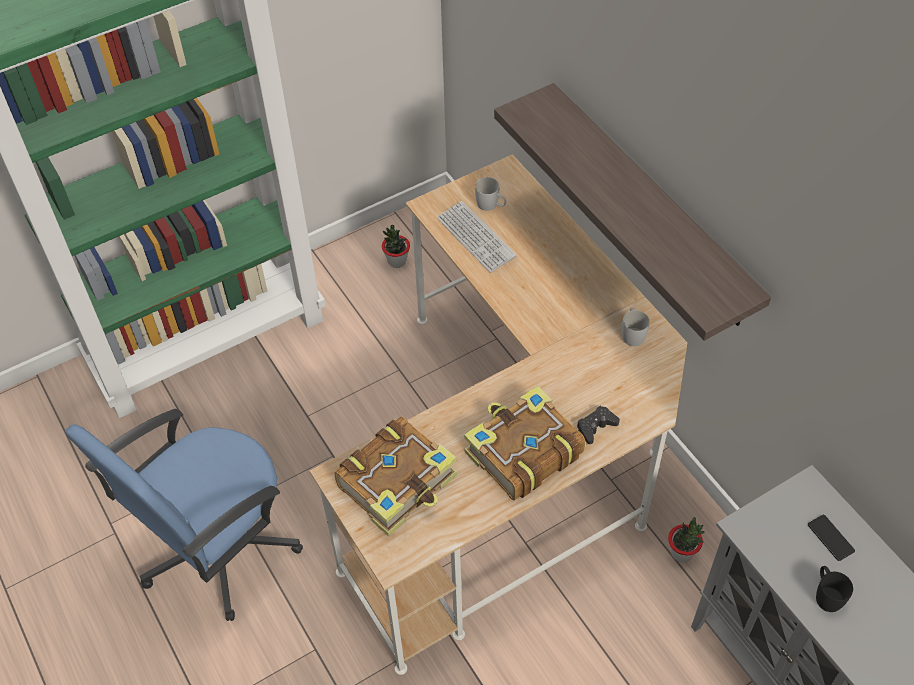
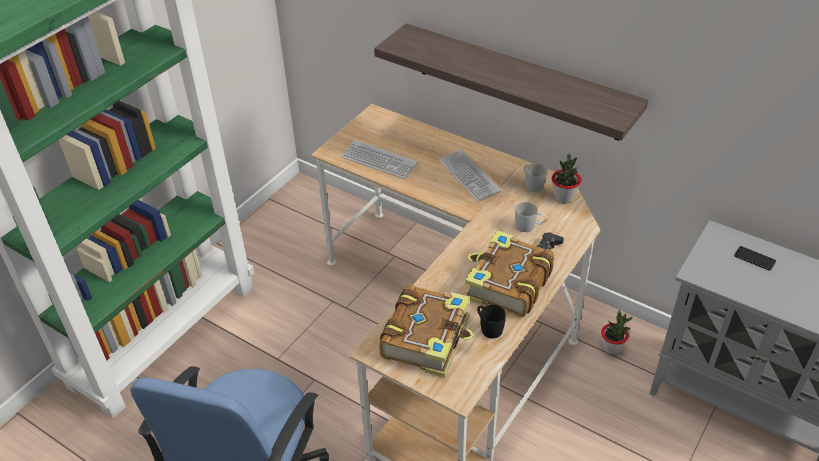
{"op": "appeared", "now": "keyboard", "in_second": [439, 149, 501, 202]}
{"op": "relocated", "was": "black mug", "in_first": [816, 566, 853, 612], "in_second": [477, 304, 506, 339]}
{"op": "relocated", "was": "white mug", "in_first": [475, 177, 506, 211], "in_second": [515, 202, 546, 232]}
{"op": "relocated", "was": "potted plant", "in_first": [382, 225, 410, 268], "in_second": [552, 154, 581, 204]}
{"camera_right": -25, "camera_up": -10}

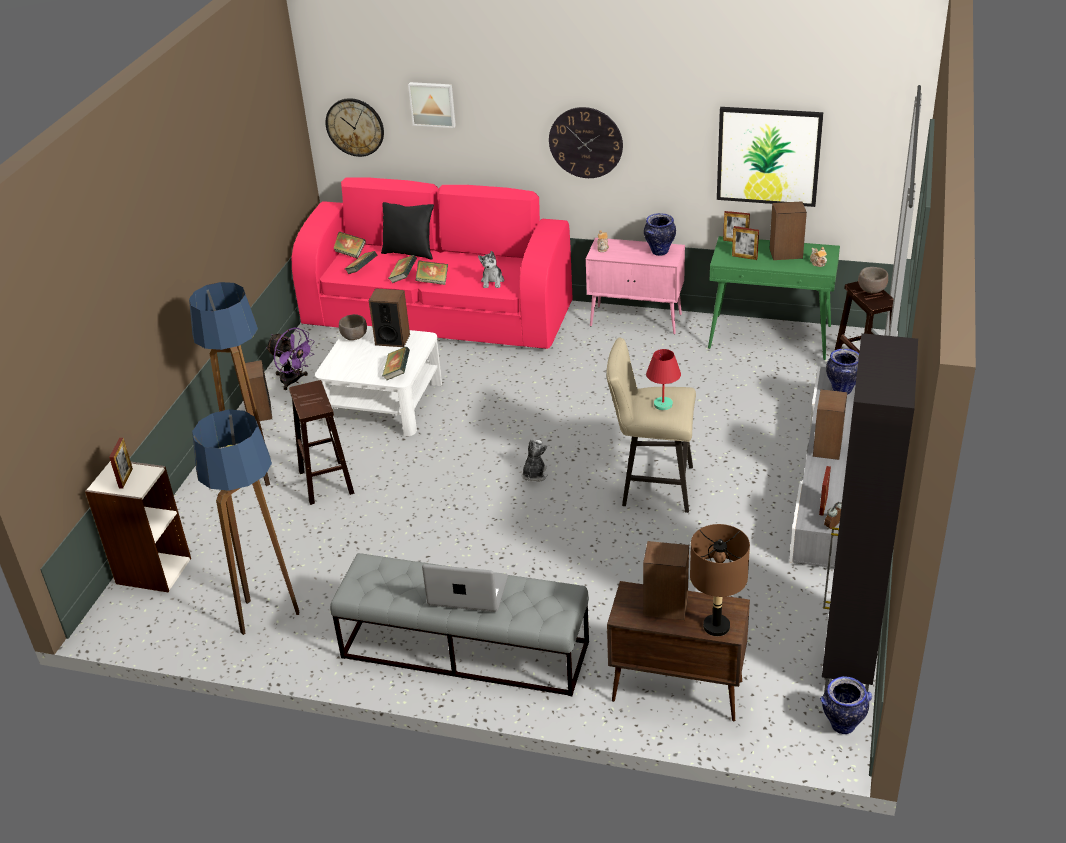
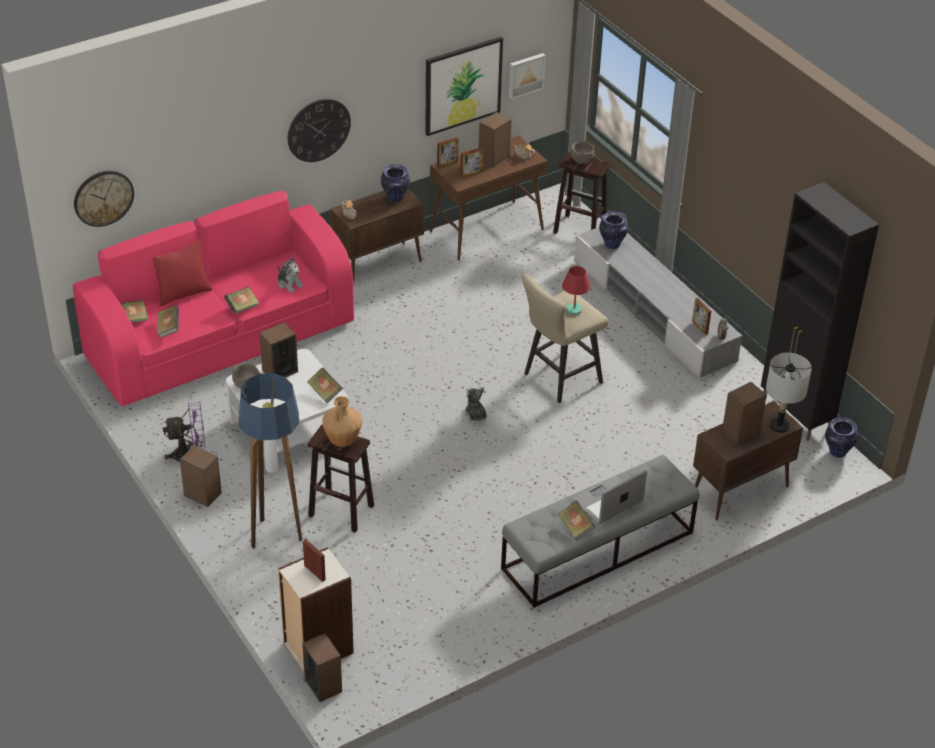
{"op": "colour", "was": "black pillow", "now": "red pillow", "in_first": [381, 202, 434, 260], "in_second": [153, 239, 213, 306]}
{"op": "relocated", "was": "speaker", "in_first": [813, 389, 847, 460], "in_second": [302, 633, 342, 702]}
{"op": "appeared", "now": "brown vase", "in_second": [322, 396, 362, 447]}
{"op": "colour", "was": "pink cabinet", "now": "brown cabinet", "in_first": [586, 238, 685, 335], "in_second": [331, 188, 424, 286]}
{"op": "colour", "was": "green console table", "now": "brown console table", "in_first": [708, 236, 840, 360], "in_second": [430, 135, 547, 261]}
{"op": "relocated", "was": "picture", "in_first": [408, 82, 456, 128], "in_second": [509, 53, 546, 99]}
{"op": "relocated", "was": "book", "in_first": [388, 255, 417, 283], "in_second": [558, 501, 595, 541]}
{"op": "colour", "was": "brown table lamp", "now": "grey table lamp", "in_first": [690, 524, 750, 636], "in_second": [766, 353, 812, 433]}
{"op": "missing", "was": "floor lamp", "in_first": [192, 409, 299, 635]}
{"camera_right": -50, "camera_up": 5}

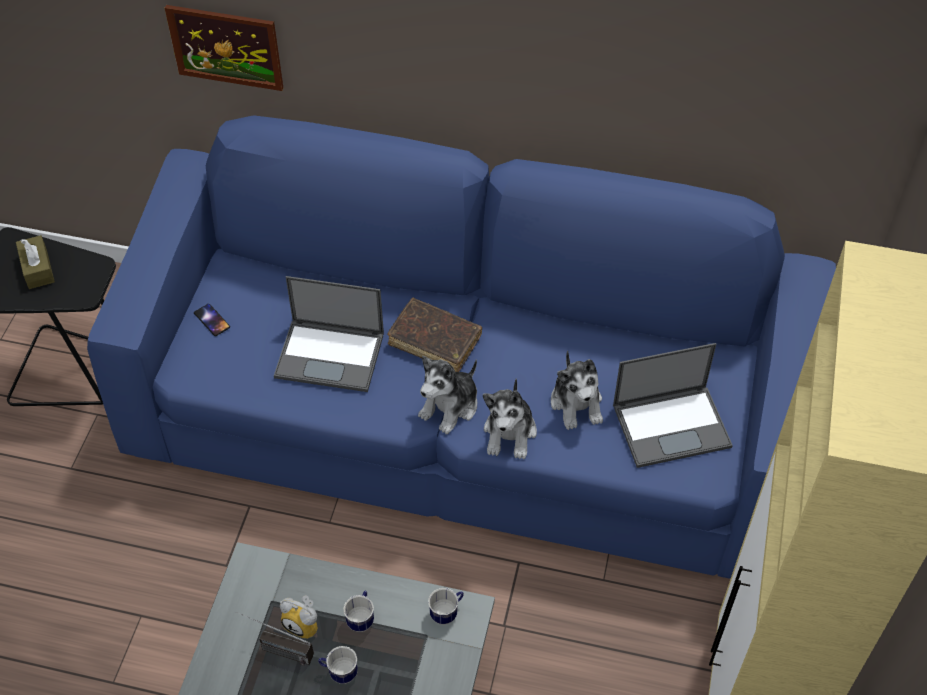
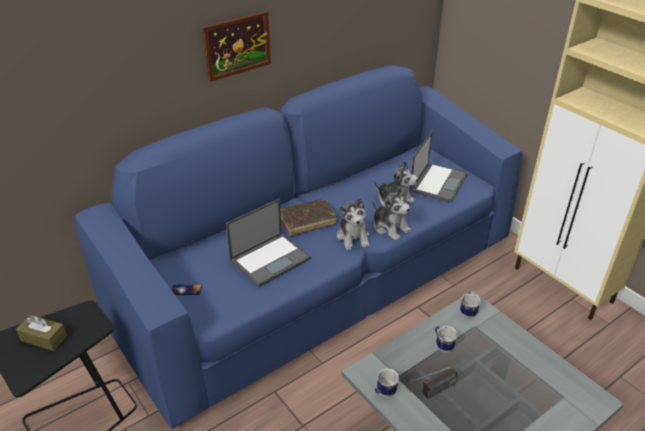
{"op": "relocated", "was": "picture", "in_first": [165, 5, 283, 91], "in_second": [202, 11, 271, 82]}
{"op": "relocated", "was": "mug", "in_first": [318, 646, 358, 684], "in_second": [375, 368, 399, 397]}
{"op": "missing", "was": "alarm clock", "in_first": [280, 595, 318, 639]}
{"camera_right": -50, "camera_up": -15}

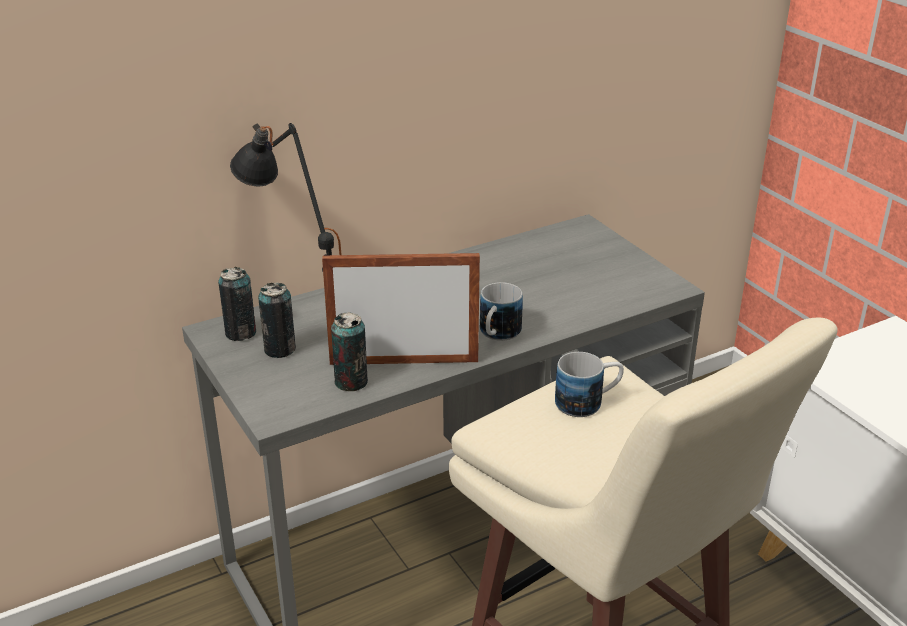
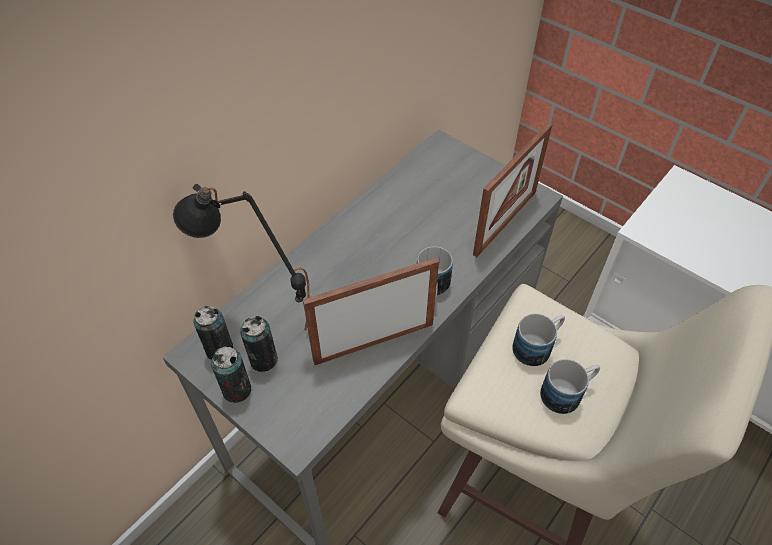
{"op": "relocated", "was": "can", "in_first": [331, 312, 368, 391], "in_second": [211, 346, 251, 403]}
{"op": "appeared", "now": "picture frame", "in_second": [473, 123, 552, 257]}
{"op": "appeared", "now": "mug", "in_second": [540, 359, 600, 414]}
{"camera_right": -20, "camera_up": 20}

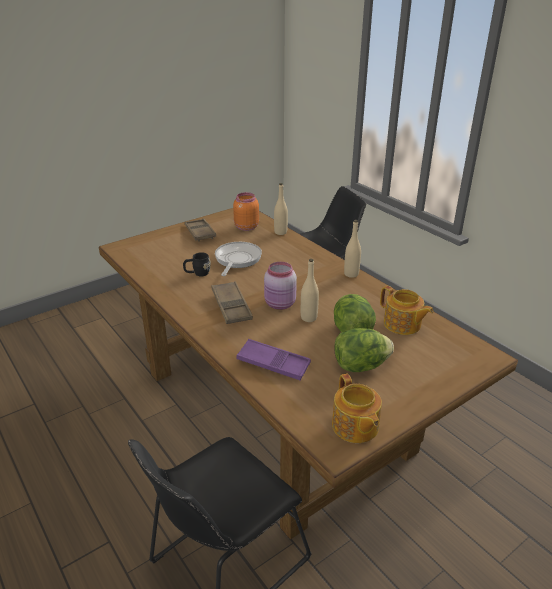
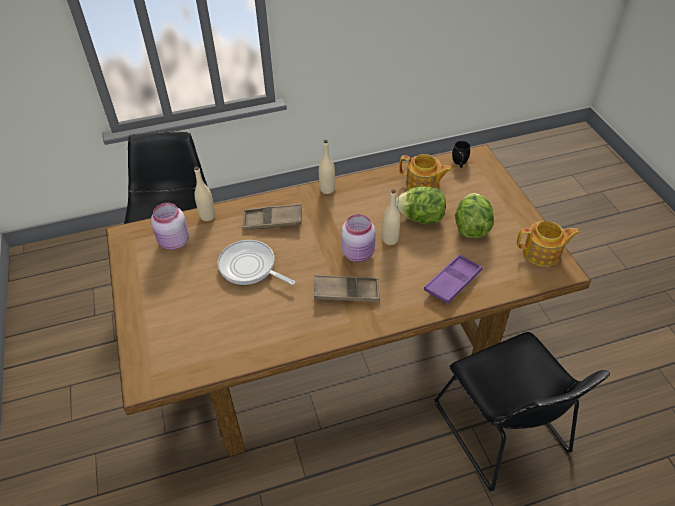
{"op": "colour", "was": "orange jar", "now": "pink jar", "in_first": [233, 192, 259, 231], "in_second": [151, 203, 189, 250]}
{"op": "relocated", "was": "brown tray", "in_first": [185, 218, 216, 241], "in_second": [242, 204, 301, 230]}
{"op": "spun", "was": "teapot", "in_first": [380, 286, 433, 335], "in_second": [399, 154, 452, 190], "clockwise": 45}
{"op": "relocated", "was": "black mug", "in_first": [183, 252, 211, 276], "in_second": [452, 141, 470, 168]}
{"camera_right": -70, "camera_up": 15}

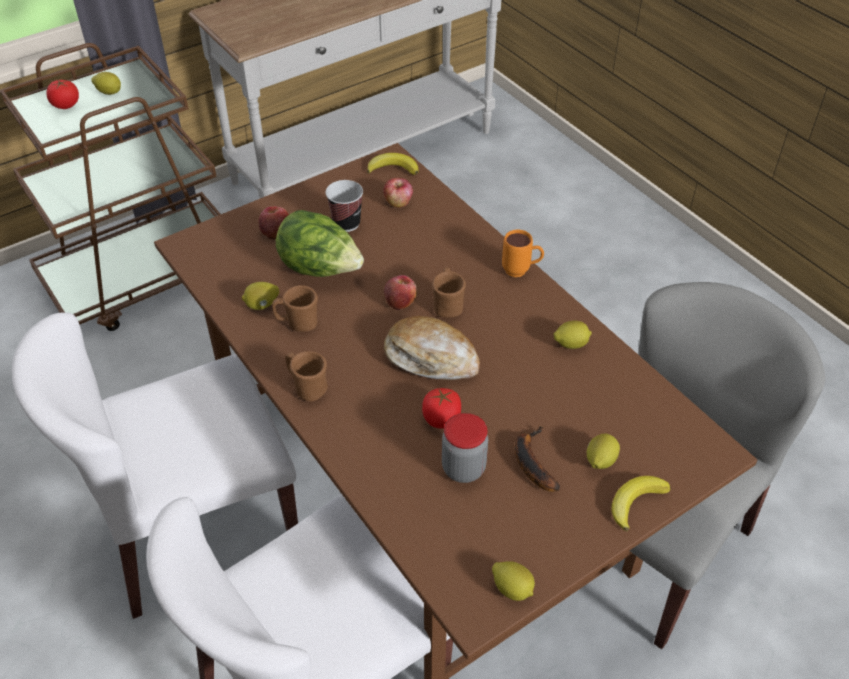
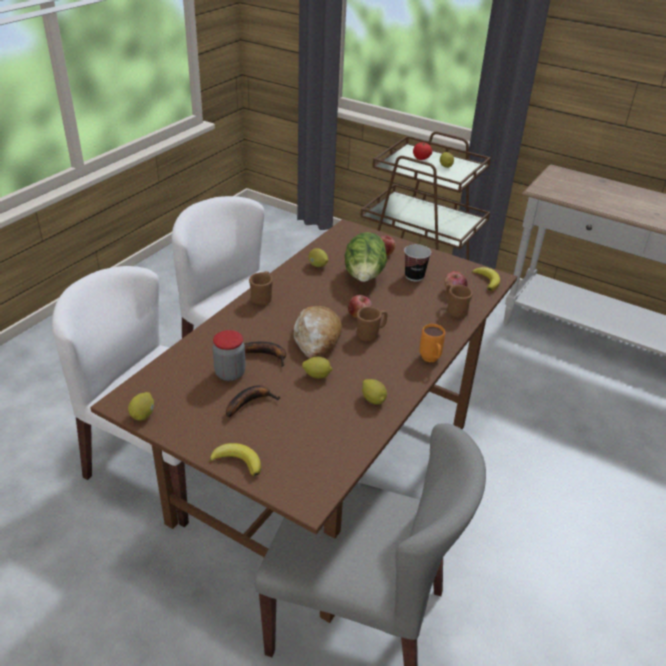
{"op": "exchanged", "was": "tomato", "now": "banana", "in_first": [422, 388, 461, 429], "in_second": [244, 342, 286, 367]}
{"op": "relocated", "was": "lemon", "in_first": [587, 434, 620, 469], "in_second": [302, 357, 332, 379]}
{"op": "relocated", "was": "brown mug", "in_first": [272, 285, 318, 332], "in_second": [446, 284, 473, 318]}
{"camera_right": 65, "camera_up": -10}

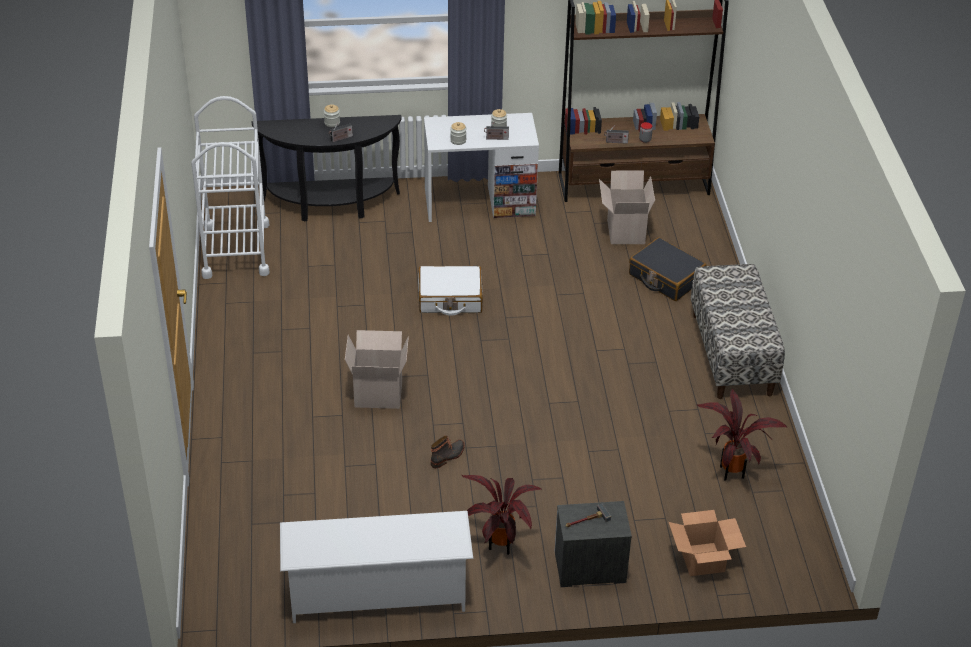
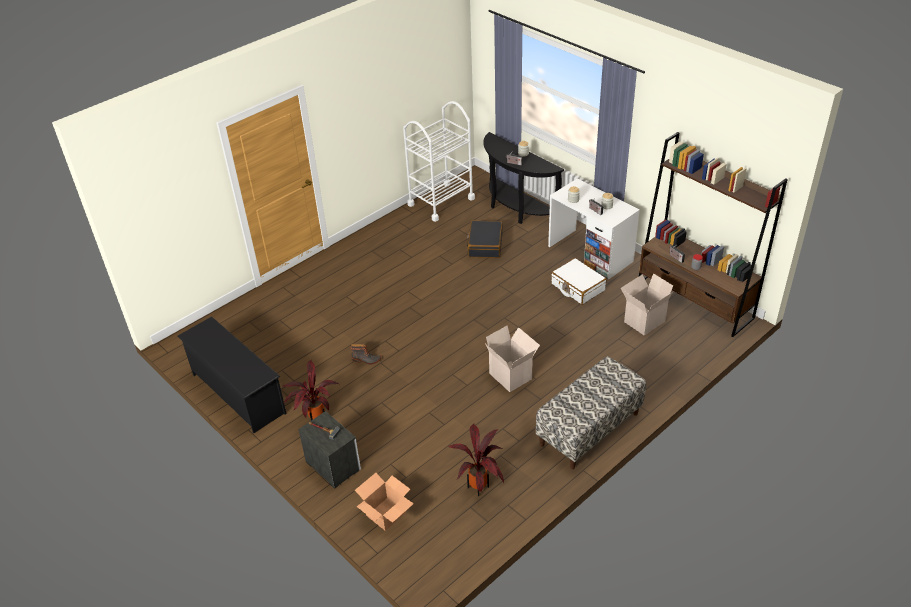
{"op": "colour", "was": "white shoe rack", "now": "black shoe rack", "in_first": [280, 511, 473, 623], "in_second": [178, 317, 287, 433]}
{"op": "relocated", "was": "black suitcase", "in_first": [629, 237, 706, 301], "in_second": [467, 221, 503, 258]}
{"op": "relocated", "was": "cardboard box", "in_first": [345, 330, 409, 409], "in_second": [486, 325, 540, 392]}
{"op": "relocated", "was": "white suitcase", "in_first": [418, 266, 483, 316], "in_second": [551, 258, 607, 305]}
{"camera_right": 55, "camera_up": 0}

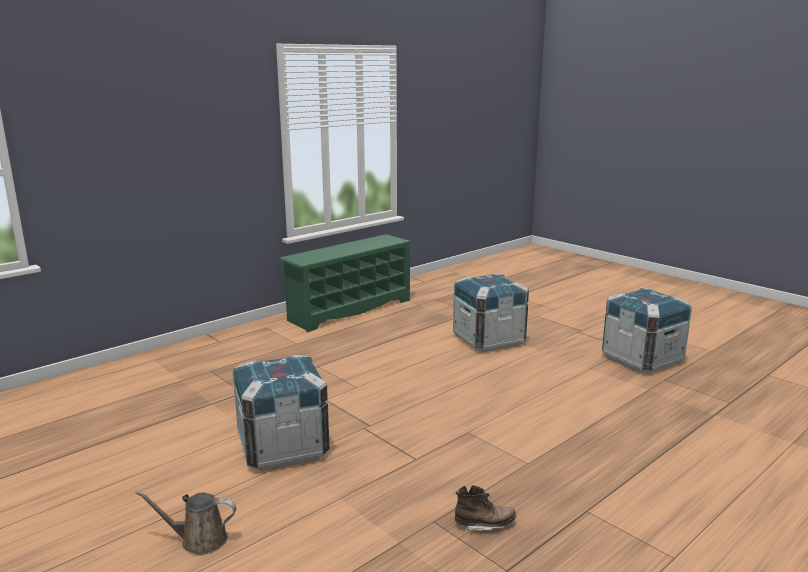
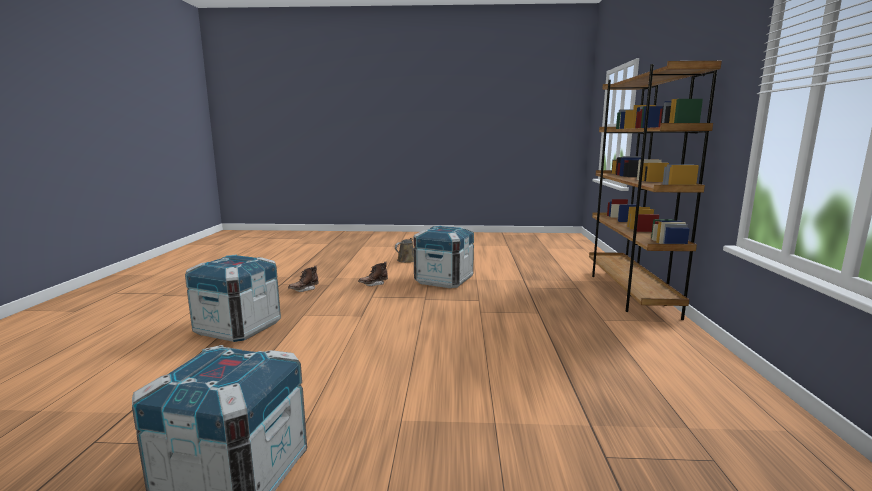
{"op": "relocated", "was": "crate", "in_first": [453, 273, 529, 352], "in_second": [185, 254, 281, 342]}
{"op": "appeared", "now": "brown boot", "in_second": [358, 262, 388, 286]}
{"op": "appeared", "now": "brown bookcase", "in_second": [589, 60, 722, 320]}
{"op": "missing", "was": "green shoe rack", "in_first": [278, 234, 412, 332]}
{"camera_right": 135, "camera_up": -5}

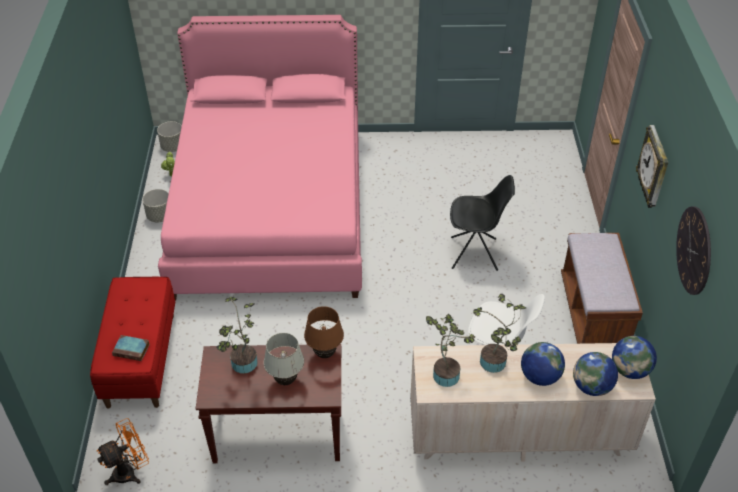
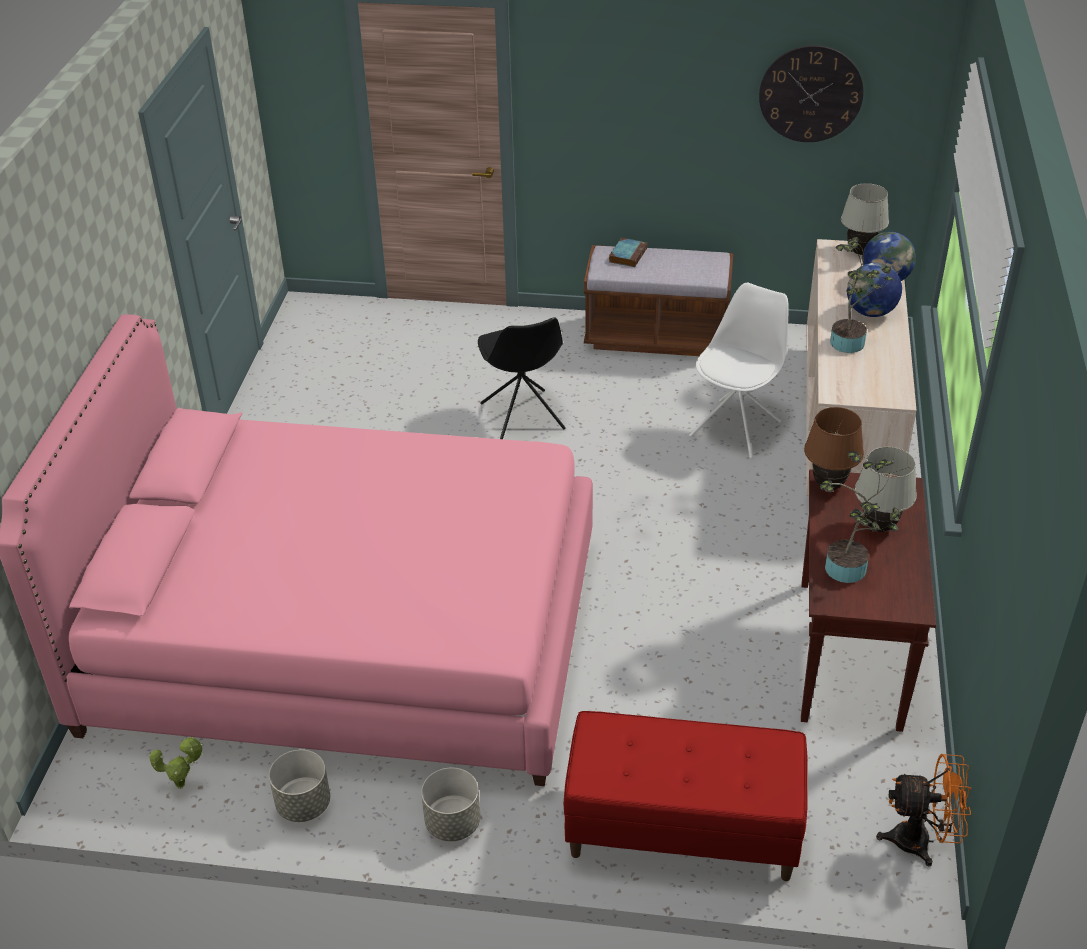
{"op": "relocated", "was": "grey planter", "in_first": [157, 121, 182, 152], "in_second": [421, 767, 480, 841]}
{"op": "spun", "was": "black chair", "in_first": [450, 175, 515, 271], "in_second": [478, 317, 566, 439], "clockwise": 150}
{"op": "relocated", "was": "book", "in_first": [112, 335, 150, 361], "in_second": [609, 238, 647, 267]}
{"op": "exchanged", "was": "globe", "now": "white table lamp", "in_first": [612, 336, 657, 379], "in_second": [841, 183, 889, 255]}
{"op": "spun", "was": "orange fan", "in_first": [97, 418, 149, 485], "in_second": [876, 754, 972, 867], "clockwise": 120}
{"op": "missing", "was": "potted plant", "in_first": [426, 314, 475, 387]}
{"op": "missing", "was": "wall clock", "in_first": [636, 125, 668, 208]}
{"camera_right": -80, "camera_up": -5}

